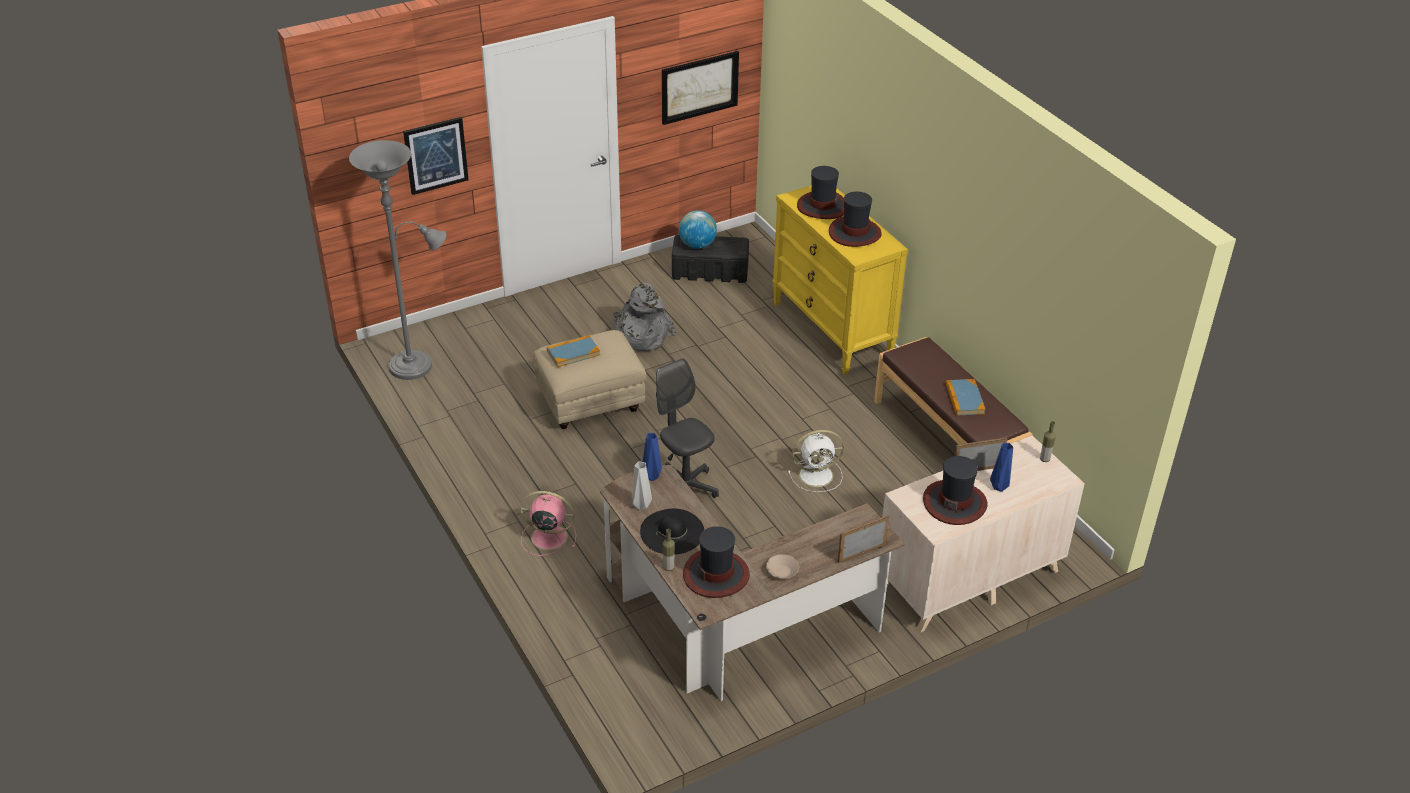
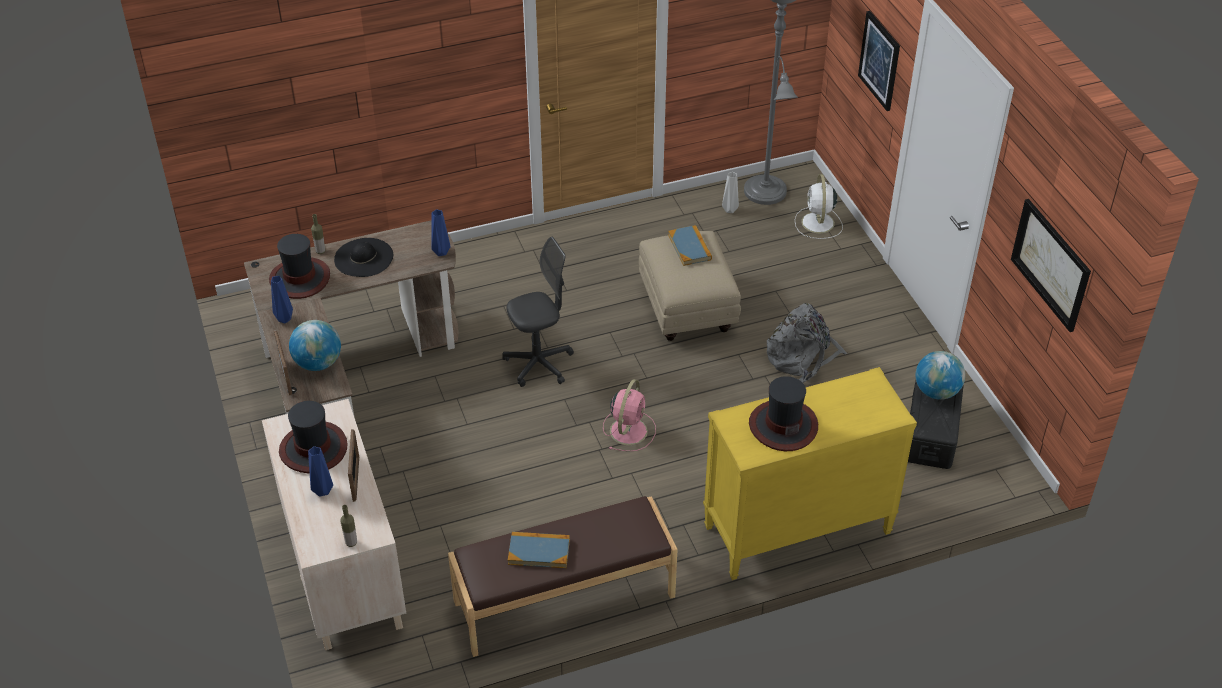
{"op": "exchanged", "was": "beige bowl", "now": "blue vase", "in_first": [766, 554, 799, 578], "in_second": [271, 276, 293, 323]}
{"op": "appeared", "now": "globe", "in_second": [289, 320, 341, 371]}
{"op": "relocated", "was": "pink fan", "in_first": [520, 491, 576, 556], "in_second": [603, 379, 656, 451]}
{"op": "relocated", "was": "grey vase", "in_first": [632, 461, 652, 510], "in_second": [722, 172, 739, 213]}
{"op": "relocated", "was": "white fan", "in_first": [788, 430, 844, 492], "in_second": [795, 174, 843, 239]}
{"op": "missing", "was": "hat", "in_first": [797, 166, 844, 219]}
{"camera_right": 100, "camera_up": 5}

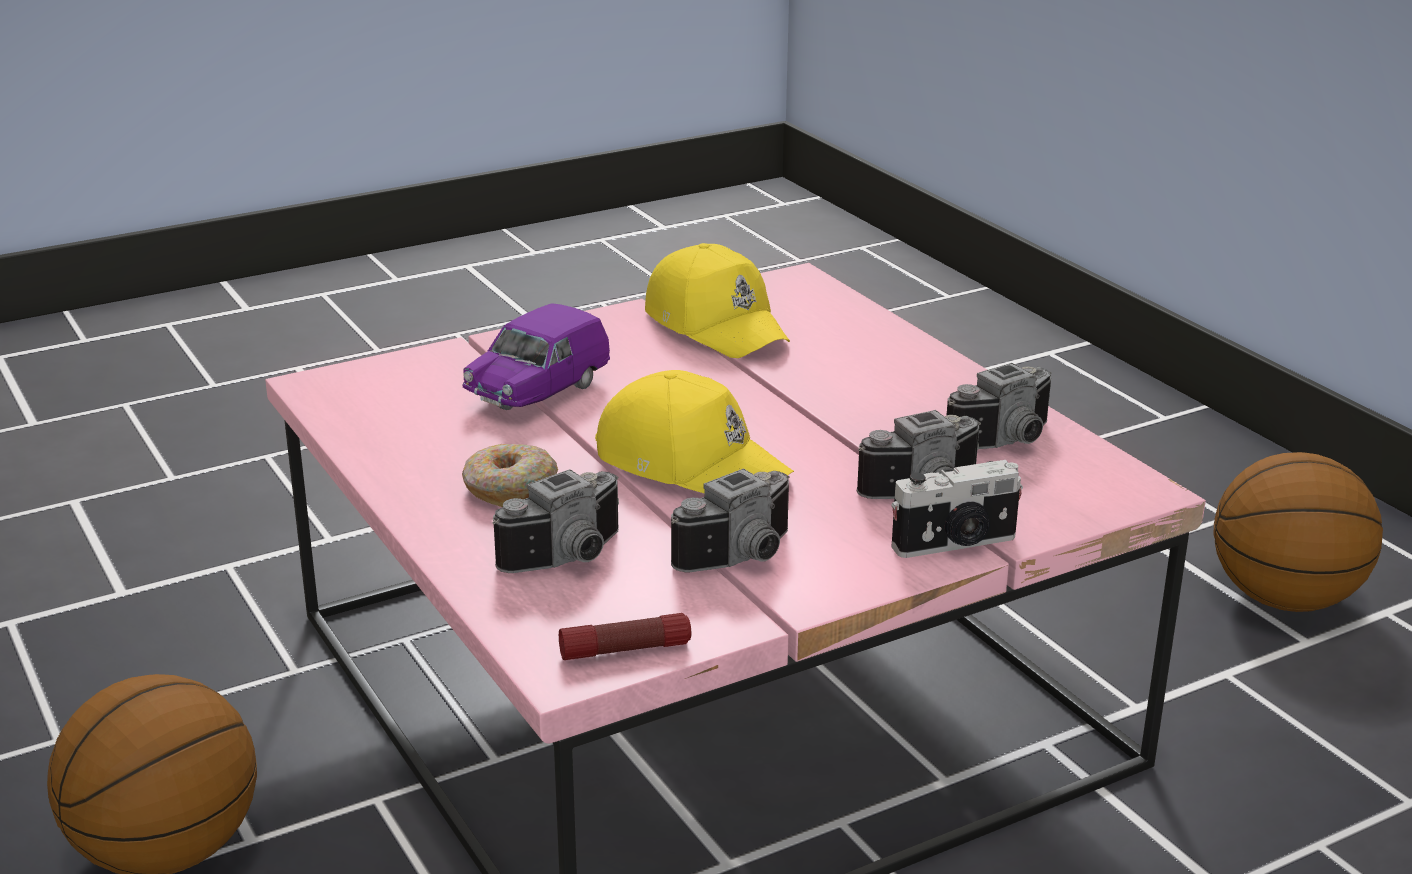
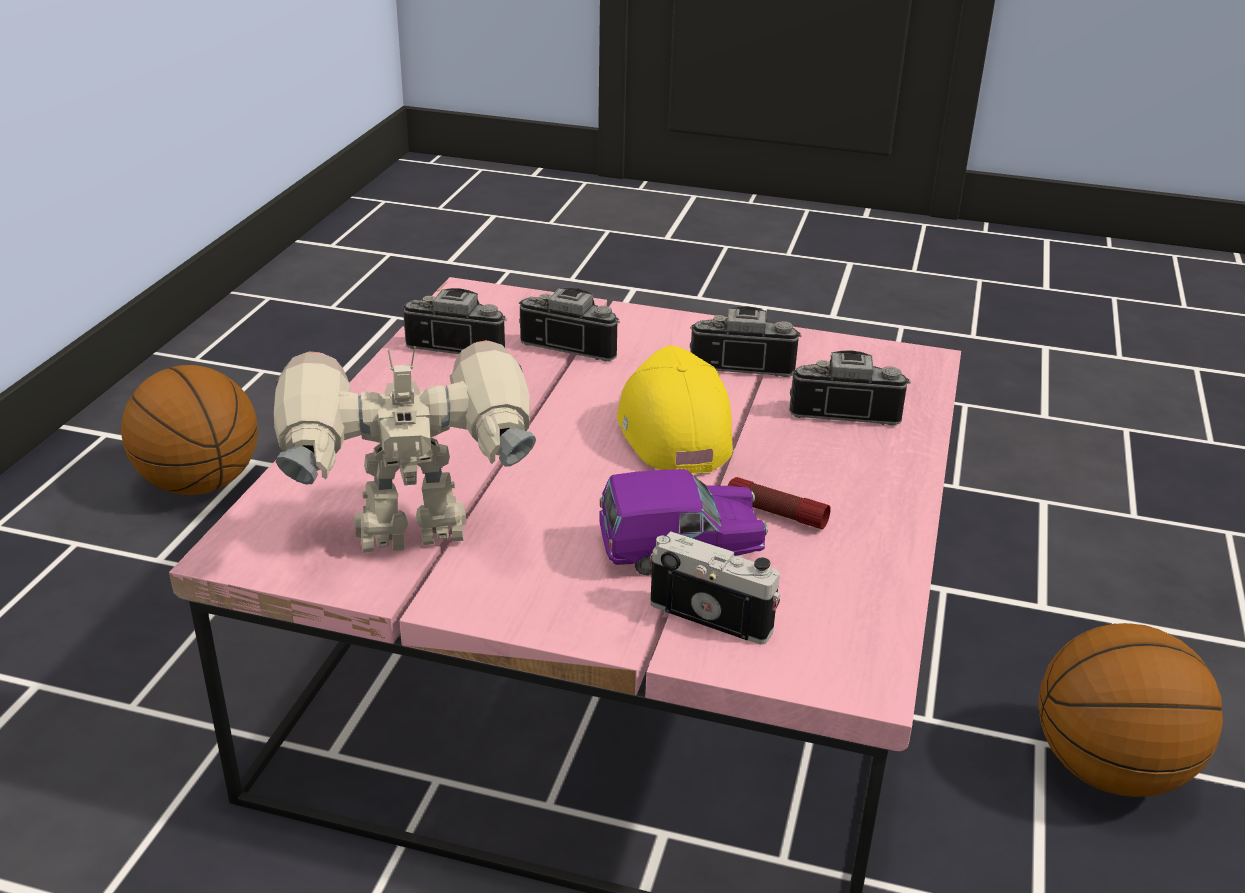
{"op": "exchanged", "was": "yellow cap", "now": "toy robot", "in_first": [645, 243, 790, 358], "in_second": [274, 340, 536, 553]}
{"op": "relocated", "was": "photo camera", "in_first": [892, 460, 1023, 558], "in_second": [650, 531, 781, 645]}
{"op": "relocated", "was": "flashlight", "in_first": [559, 613, 691, 660], "in_second": [728, 477, 831, 529]}
{"op": "missing", "was": "donut", "in_first": [462, 444, 558, 507]}
{"camera_right": -135, "camera_up": 5}

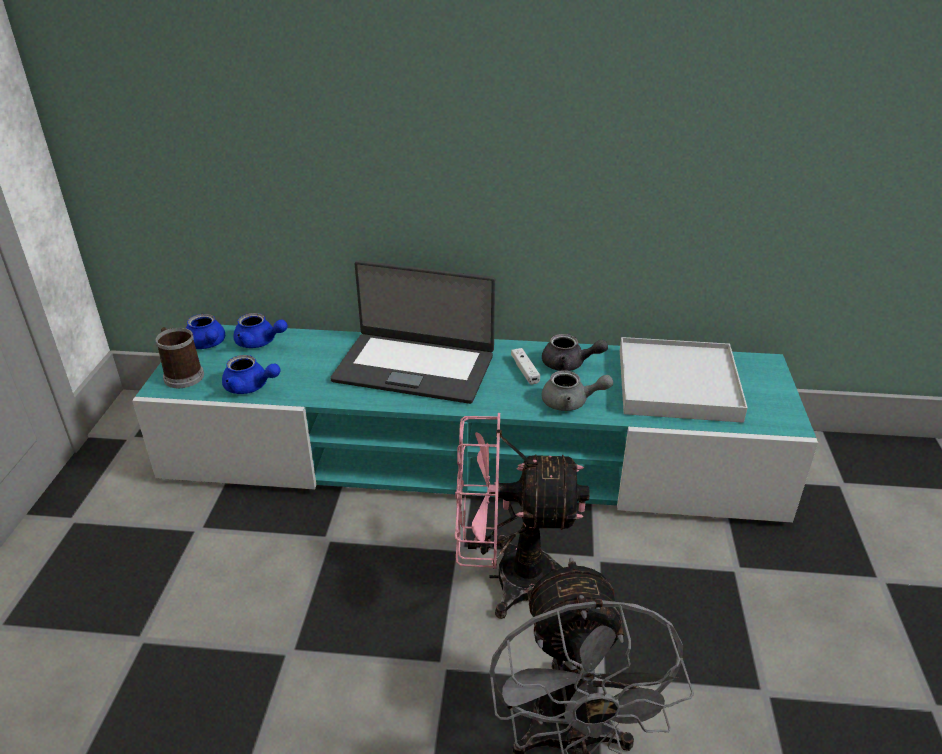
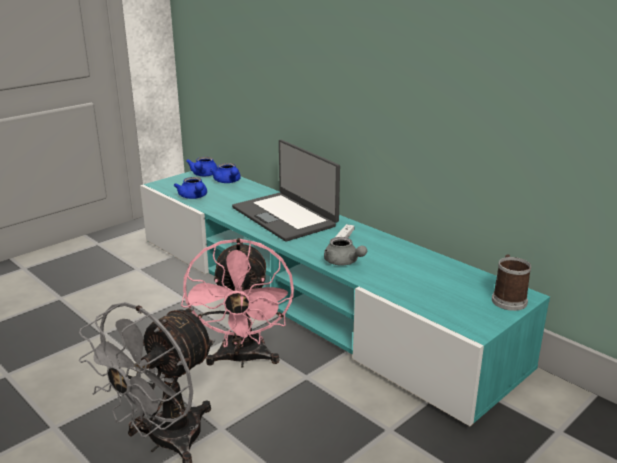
{"op": "spun", "was": "pink fan", "in_first": [455, 413, 590, 619], "in_second": [181, 238, 294, 368], "clockwise": -135}
{"op": "relocated", "was": "mug", "in_first": [156, 327, 204, 388], "in_second": [492, 254, 531, 311]}
{"op": "missing", "was": "grey teapot", "in_first": [542, 334, 608, 371]}
{"op": "missing", "was": "white tray", "in_first": [620, 337, 748, 423]}
{"camera_right": 40, "camera_up": -10}

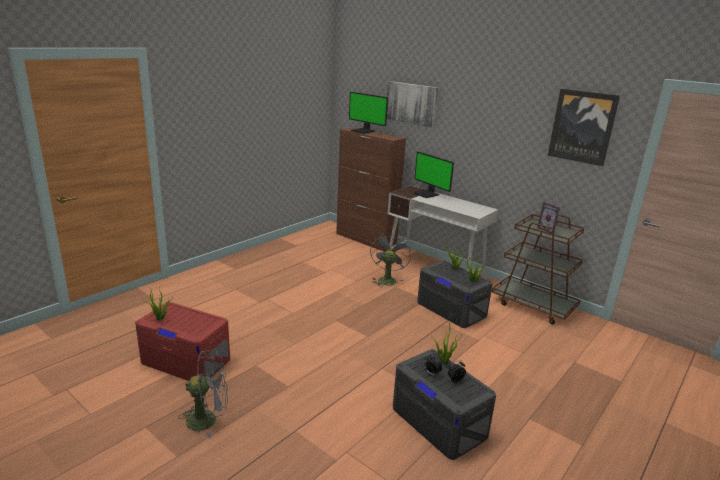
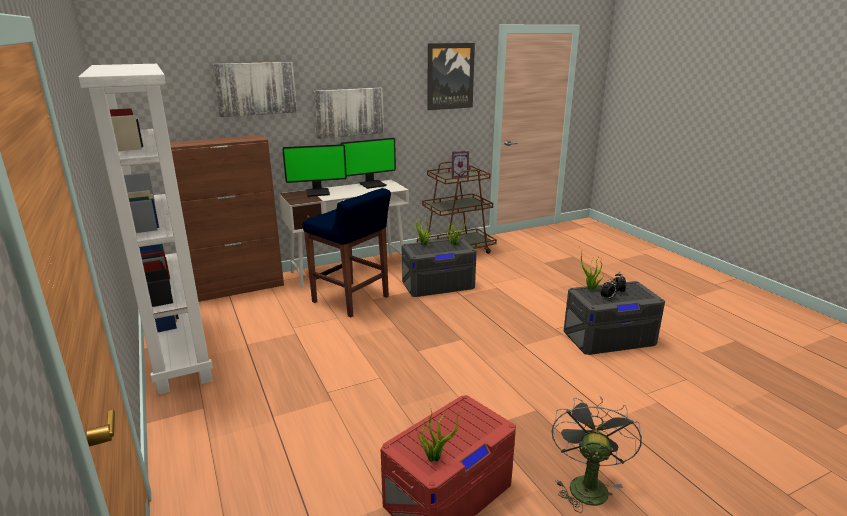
{"op": "appeared", "now": "white bookcase", "in_second": [78, 64, 213, 395]}
{"op": "exchanged", "was": "grey fan", "now": "blue stool", "in_first": [370, 235, 411, 287], "in_second": [303, 188, 391, 317]}
{"op": "appeared", "now": "picture", "in_second": [313, 88, 384, 139]}
{"op": "relocated", "was": "monitor", "in_first": [349, 92, 388, 134], "in_second": [340, 138, 396, 189]}
{"camera_right": -65, "camera_up": 0}

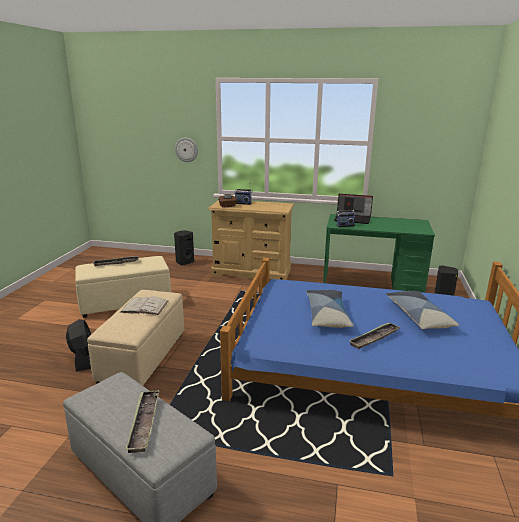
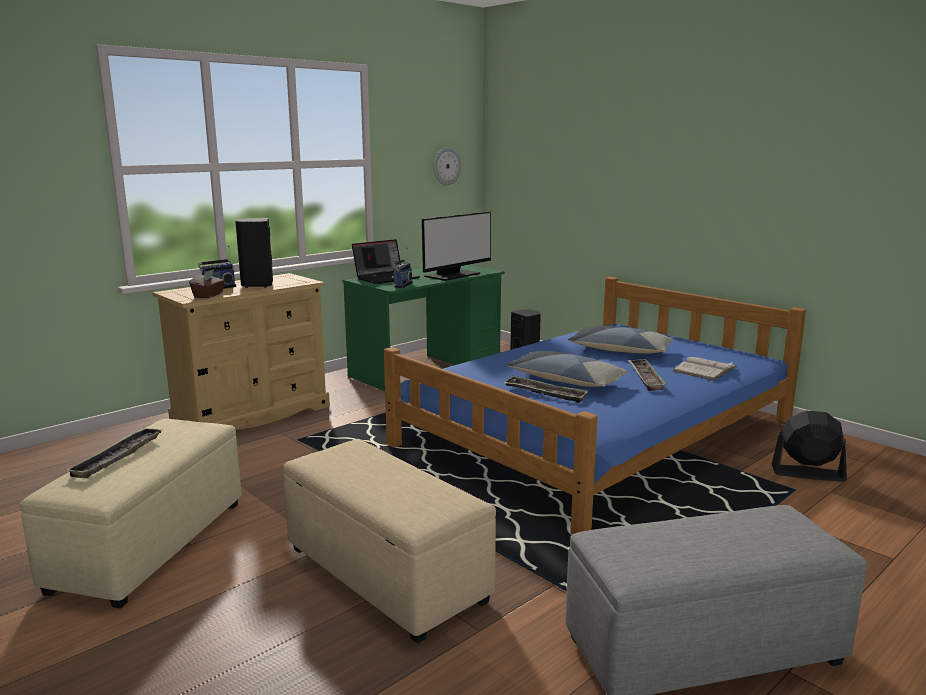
{"op": "relocated", "was": "black speaker", "in_first": [174, 230, 194, 265], "in_second": [235, 218, 273, 288]}
{"op": "appeared", "now": "monitor", "in_second": [422, 212, 491, 281]}
{"op": "relocated", "was": "wall clock", "in_first": [175, 137, 198, 162], "in_second": [433, 147, 461, 185]}
{"op": "relocated", "was": "tray", "in_first": [125, 390, 160, 453], "in_second": [503, 376, 588, 403]}
{"op": "relocated", "was": "white book", "in_first": [120, 296, 168, 315], "in_second": [673, 357, 737, 381]}
{"op": "relocated", "was": "black fan", "in_first": [66, 319, 91, 372], "in_second": [772, 411, 847, 482]}
{"camera_right": -55, "camera_up": -5}

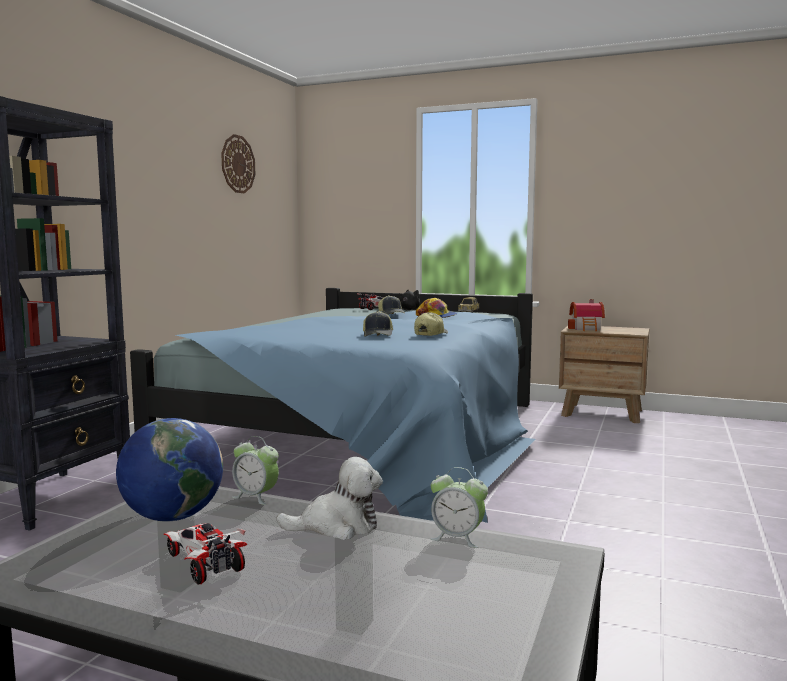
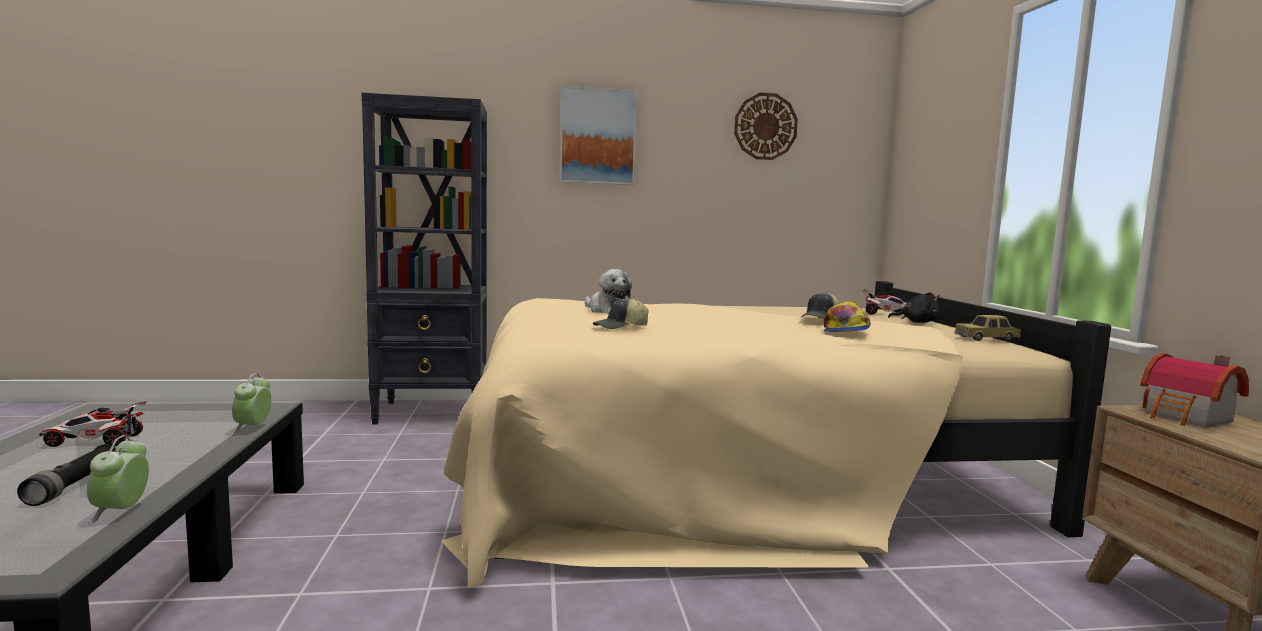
{"op": "appeared", "now": "black flashlight", "in_second": [17, 444, 116, 506]}
{"op": "spun", "was": "toy car", "in_first": [164, 523, 247, 585], "in_second": [39, 401, 147, 447], "clockwise": -120}
{"op": "colour", "was": "blue bed", "now": "beige bed", "in_first": [130, 288, 536, 523], "in_second": [441, 281, 1111, 588]}
{"op": "appeared", "now": "picture", "in_second": [559, 86, 637, 185]}
{"op": "relocated", "was": "plush toy", "in_first": [276, 457, 383, 540], "in_second": [585, 269, 632, 314]}
{"op": "missing", "was": "globe", "in_first": [116, 418, 223, 522]}
{"op": "missing", "was": "cap", "in_first": [414, 312, 448, 336]}
{"camera_right": 60, "camera_up": 0}

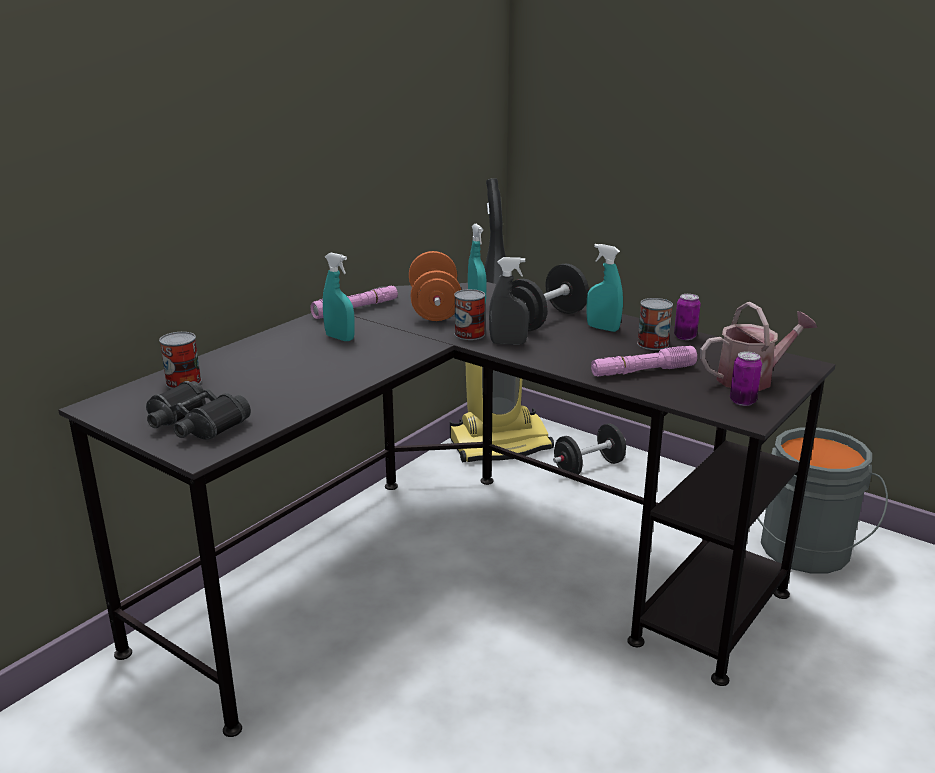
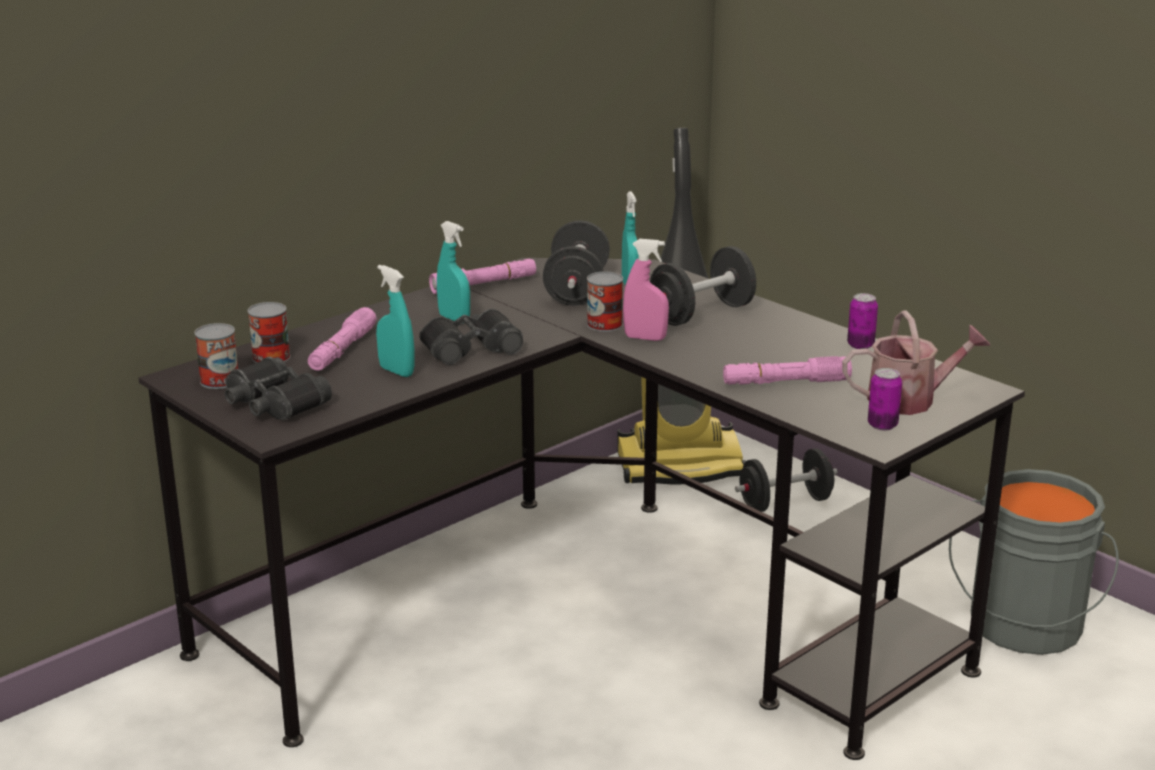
{"op": "relocated", "was": "can", "in_first": [637, 298, 673, 350], "in_second": [194, 323, 238, 389]}
{"op": "appeared", "now": "pink flashlight", "in_second": [308, 307, 376, 371]}
{"op": "relocated", "was": "turquoise spray bottle", "in_first": [587, 244, 623, 332], "in_second": [376, 265, 415, 377]}
{"op": "appeared", "now": "black binoculars", "in_second": [419, 309, 523, 365]}
{"op": "colour", "was": "orange dumbbell", "now": "black dumbbell", "in_first": [409, 251, 461, 321], "in_second": [543, 220, 610, 306]}
{"op": "colour", "was": "grey spray bottle", "now": "pink spray bottle", "in_first": [489, 257, 529, 345], "in_second": [623, 239, 669, 341]}
{"camera_right": 10, "camera_up": 0}

